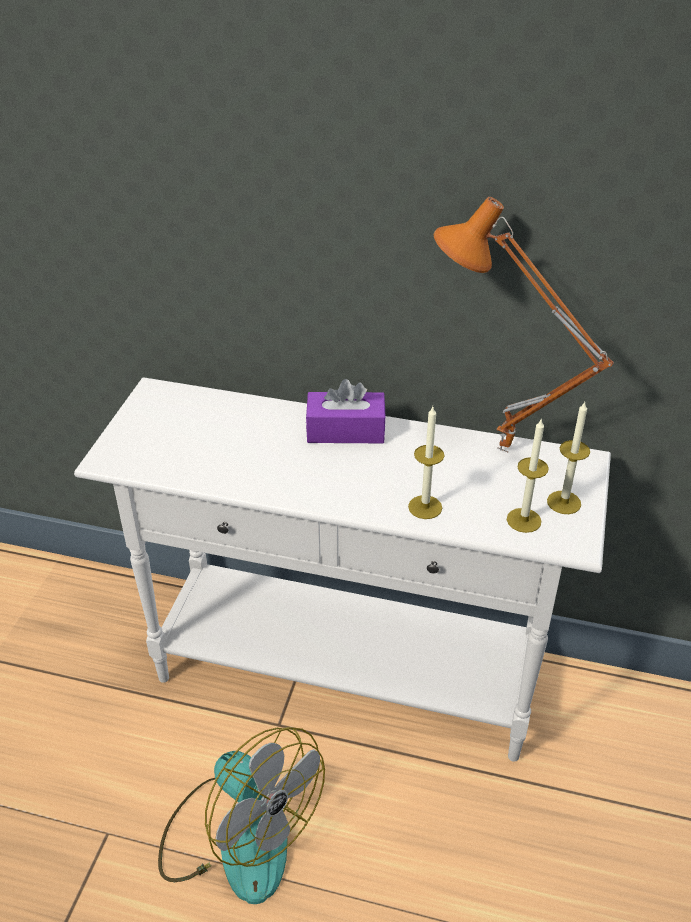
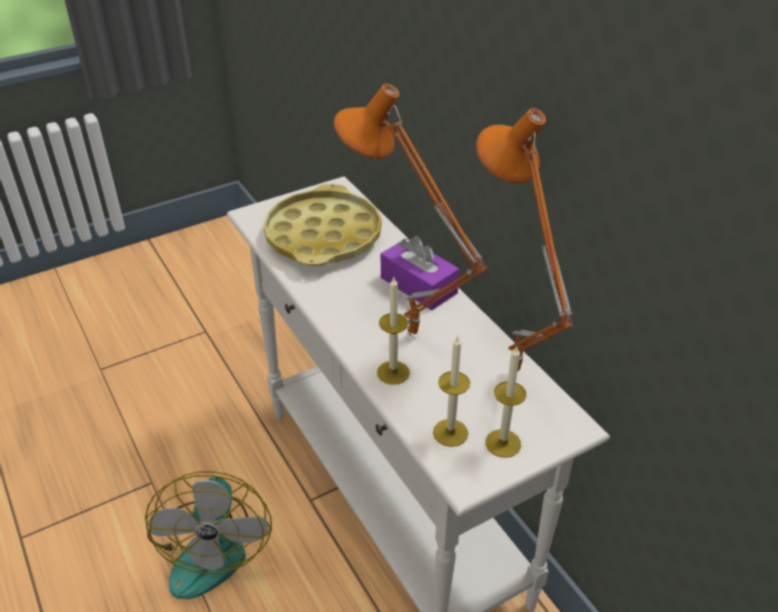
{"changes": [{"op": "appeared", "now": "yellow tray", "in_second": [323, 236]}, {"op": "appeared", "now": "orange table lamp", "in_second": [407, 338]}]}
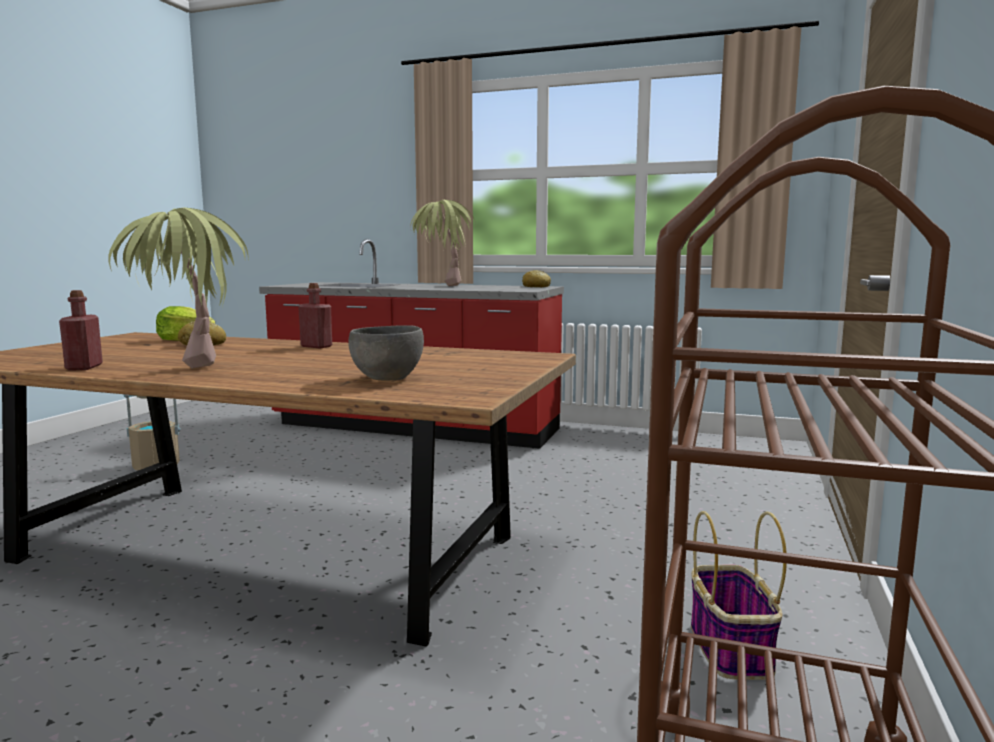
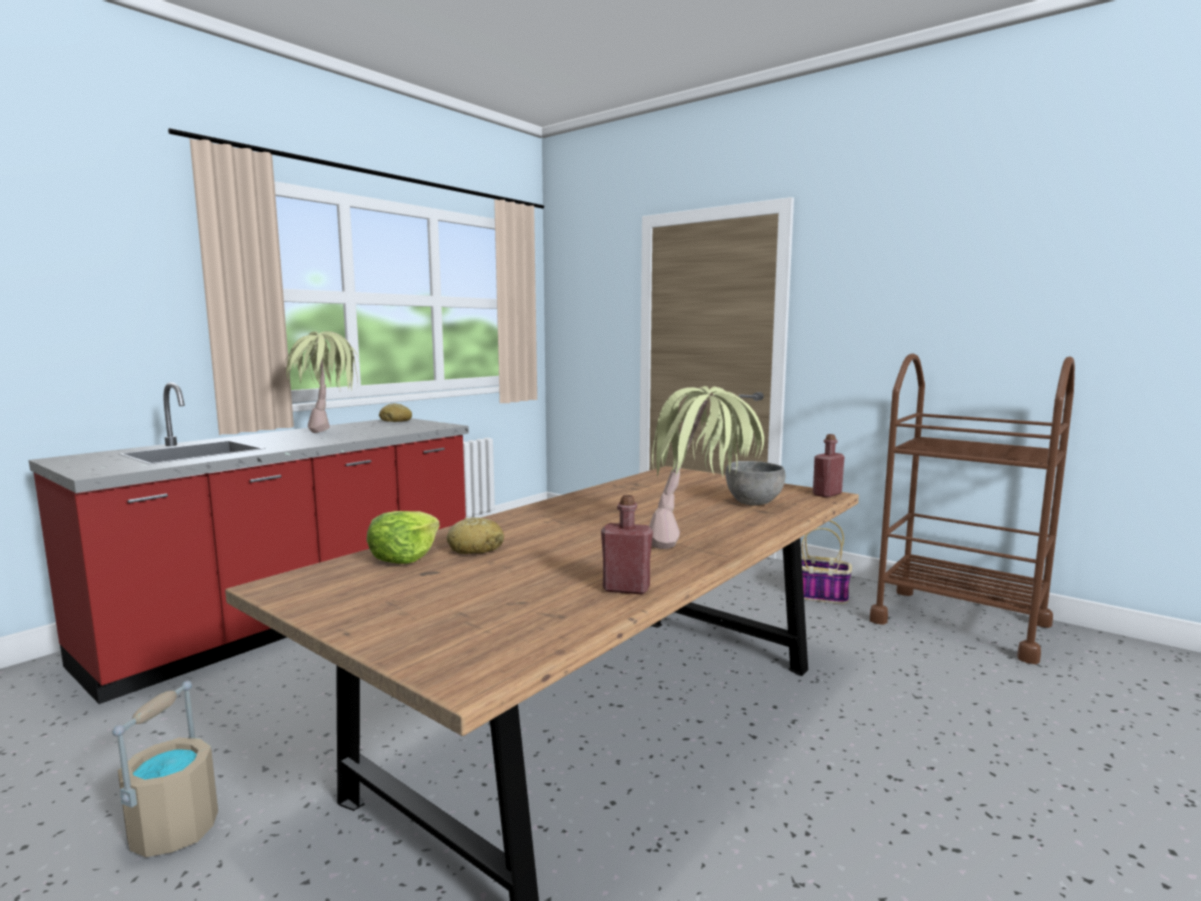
{"changes": [{"op": "relocated", "was": "red bottle", "in_first": [316, 346], "in_second": [827, 494]}]}
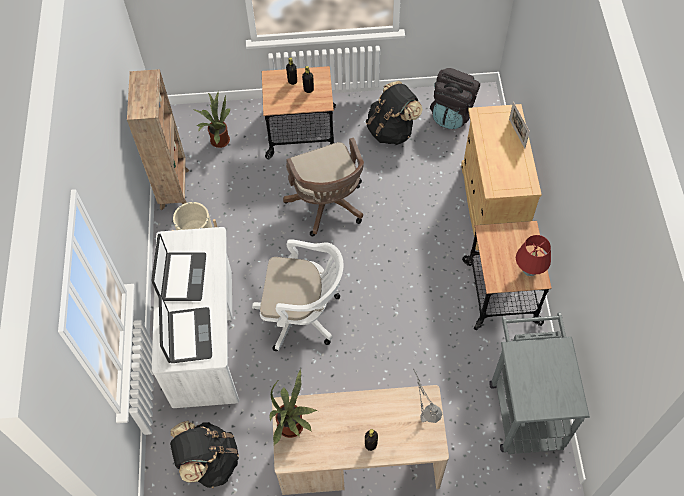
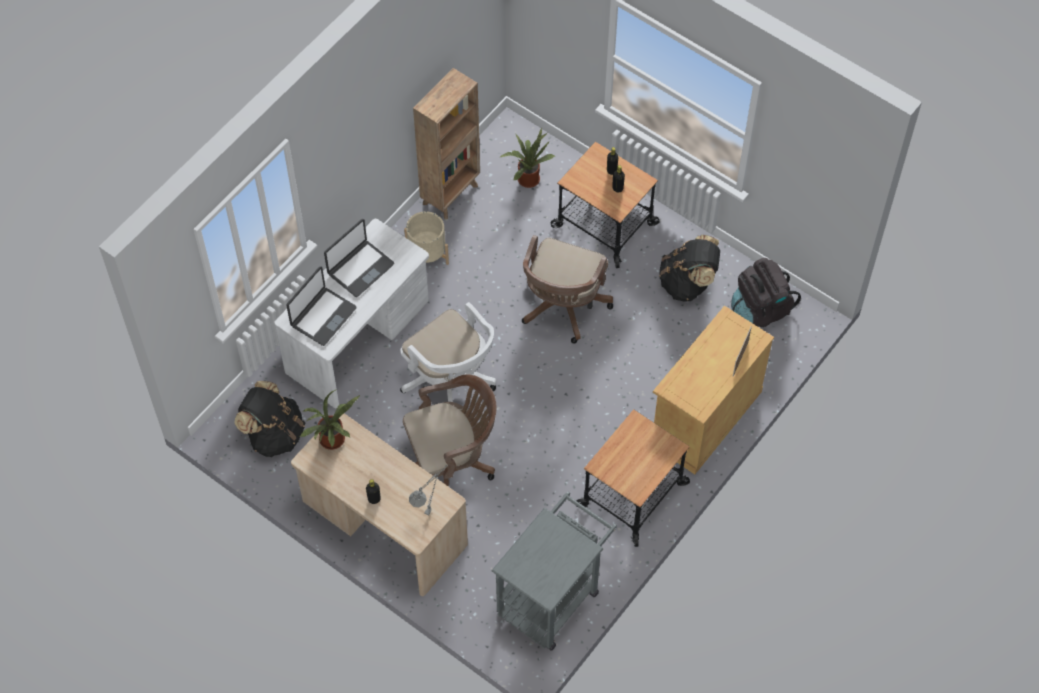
{"changes": [{"op": "missing", "was": "red table lamp", "in_first": [528, 271]}, {"op": "appeared", "now": "brown office chair", "in_second": [451, 462]}]}
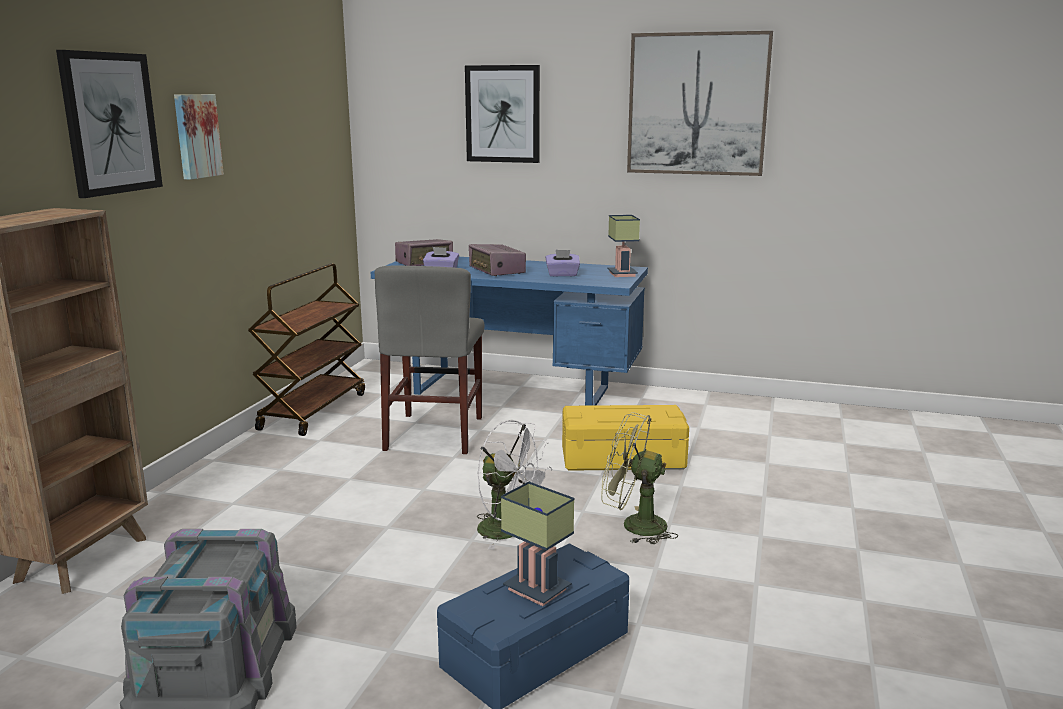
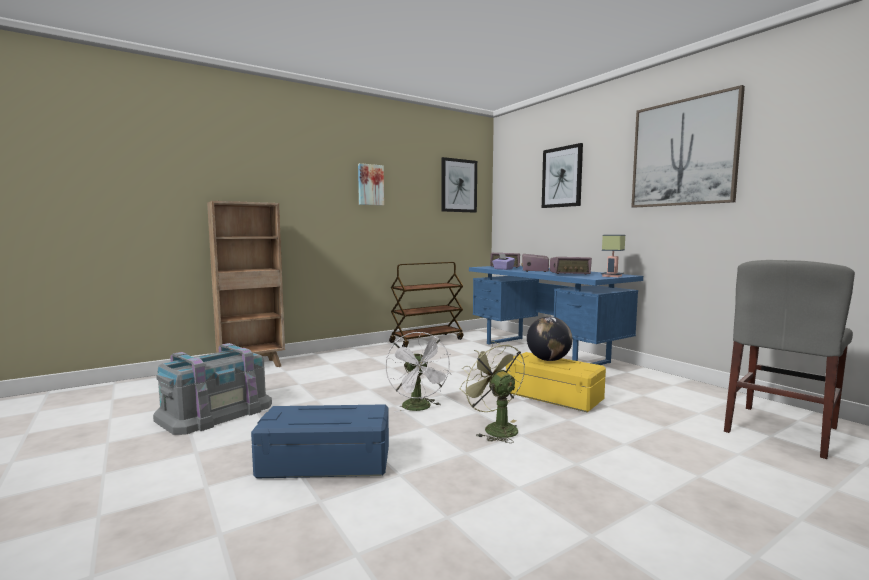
{"changes": [{"op": "relocated", "was": "picture", "in_first": [110, 123], "in_second": [458, 185]}, {"op": "relocated", "was": "grey chair", "in_first": [435, 433], "in_second": [781, 429]}, {"op": "missing", "was": "table lamp", "in_first": [540, 589]}, {"op": "exchanged", "was": "purple tissue box", "now": "radio", "in_first": [562, 275], "in_second": [569, 274]}, {"op": "appeared", "now": "globe", "in_second": [548, 360]}]}
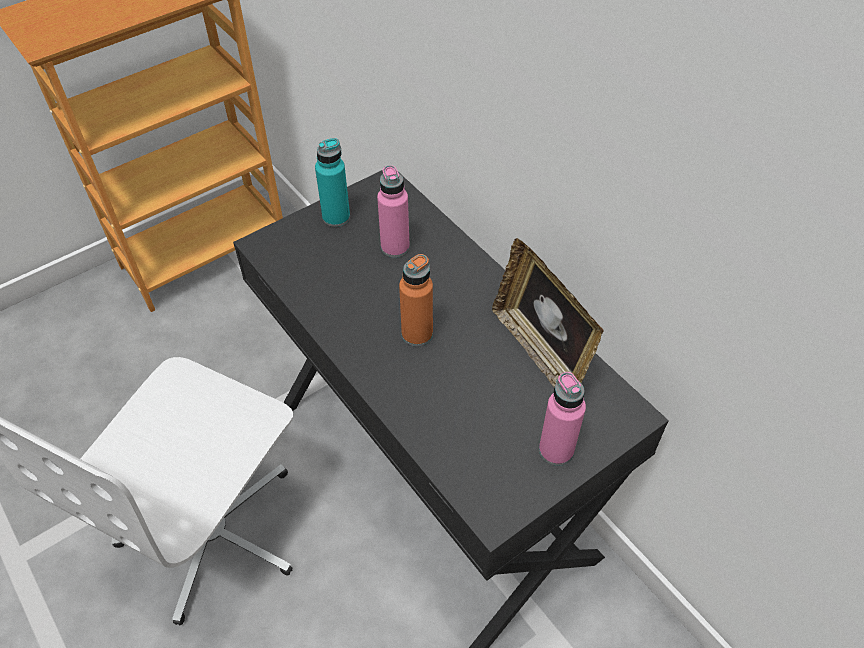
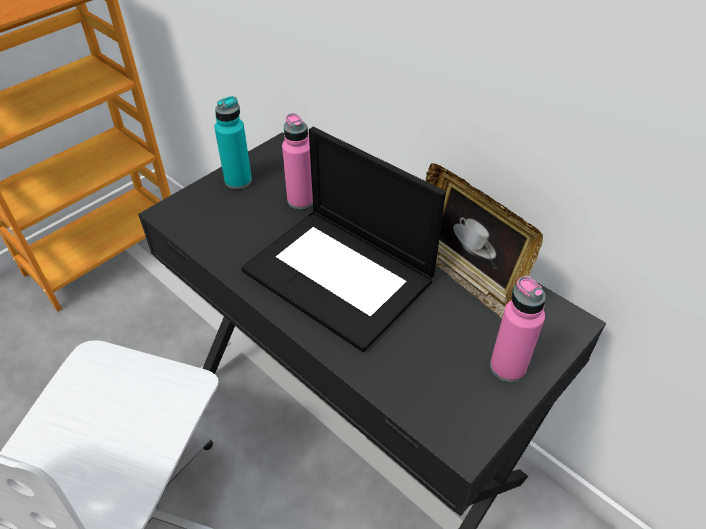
{"changes": [{"op": "exchanged", "was": "orange bottle", "now": "laptop", "in_first": [417, 334], "in_second": [340, 275]}]}
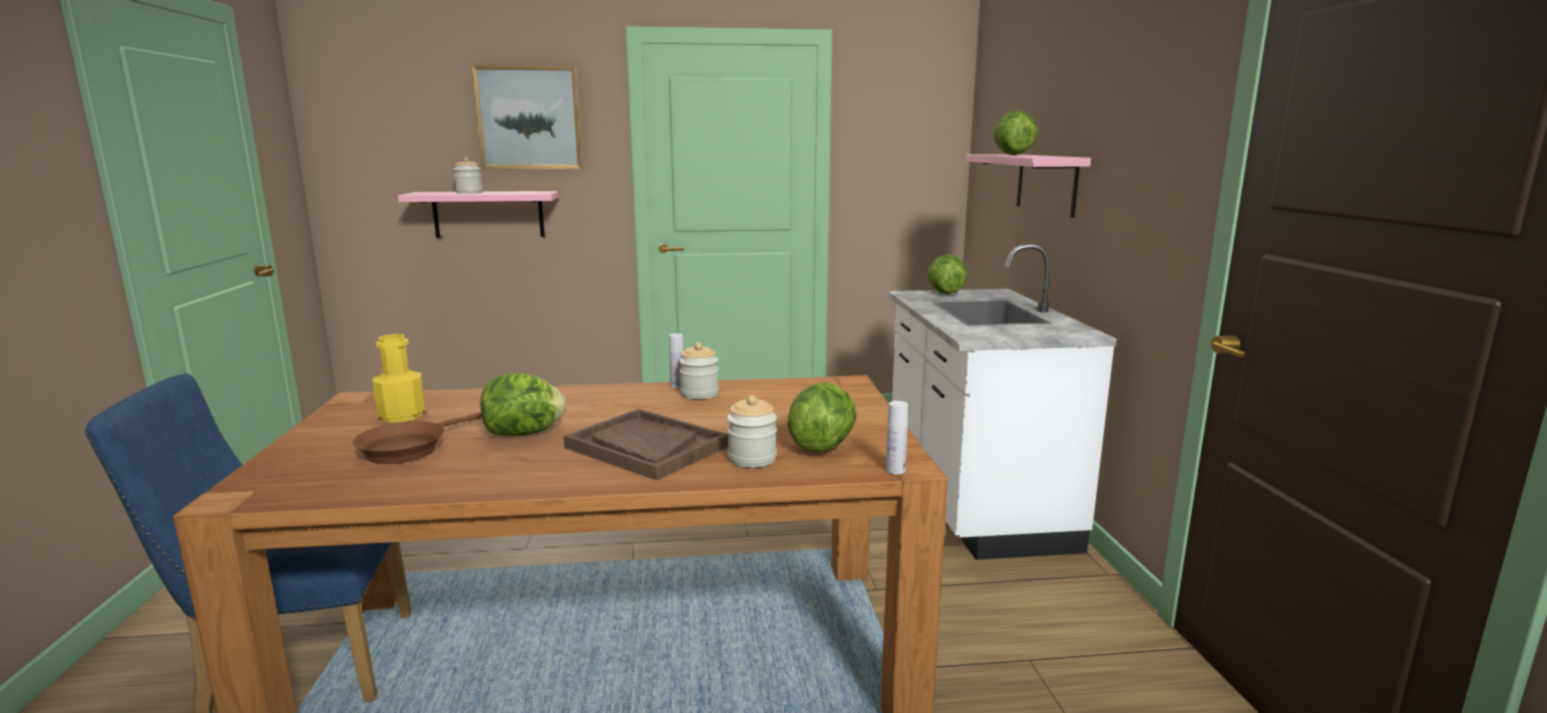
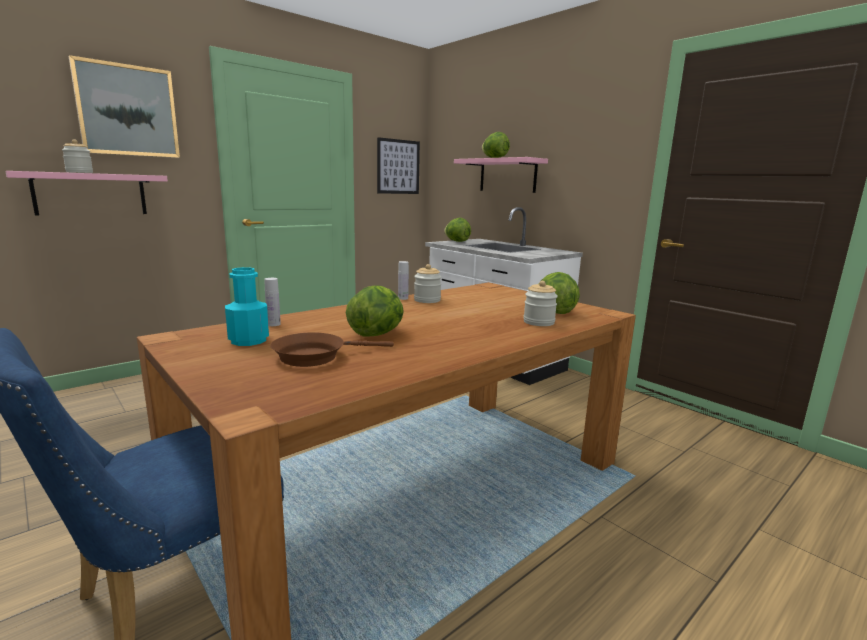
{"changes": [{"op": "spun", "was": "brown frying pan", "in_first": [408, 449], "in_second": [315, 356], "clockwise": 75}, {"op": "colour", "was": "yellow bottle", "now": "turquoise bottle", "in_first": [402, 416], "in_second": [248, 340]}, {"op": "missing", "was": "brown tray", "in_first": [646, 447]}, {"op": "relocated", "was": "white bottle", "in_first": [895, 470], "in_second": [273, 324]}, {"op": "appeared", "now": "picture", "in_second": [398, 167]}]}
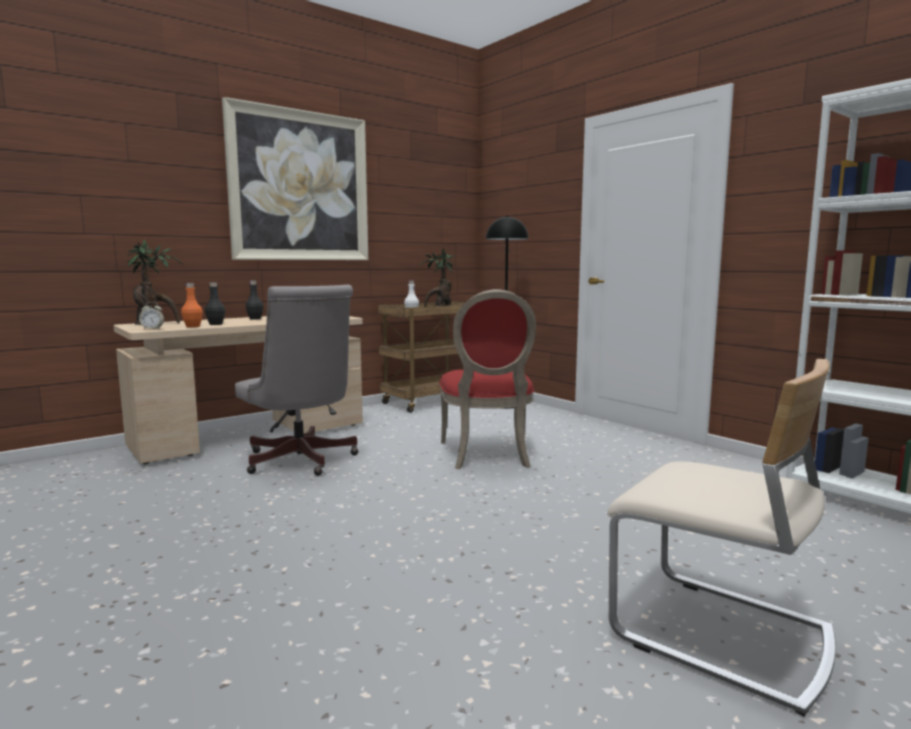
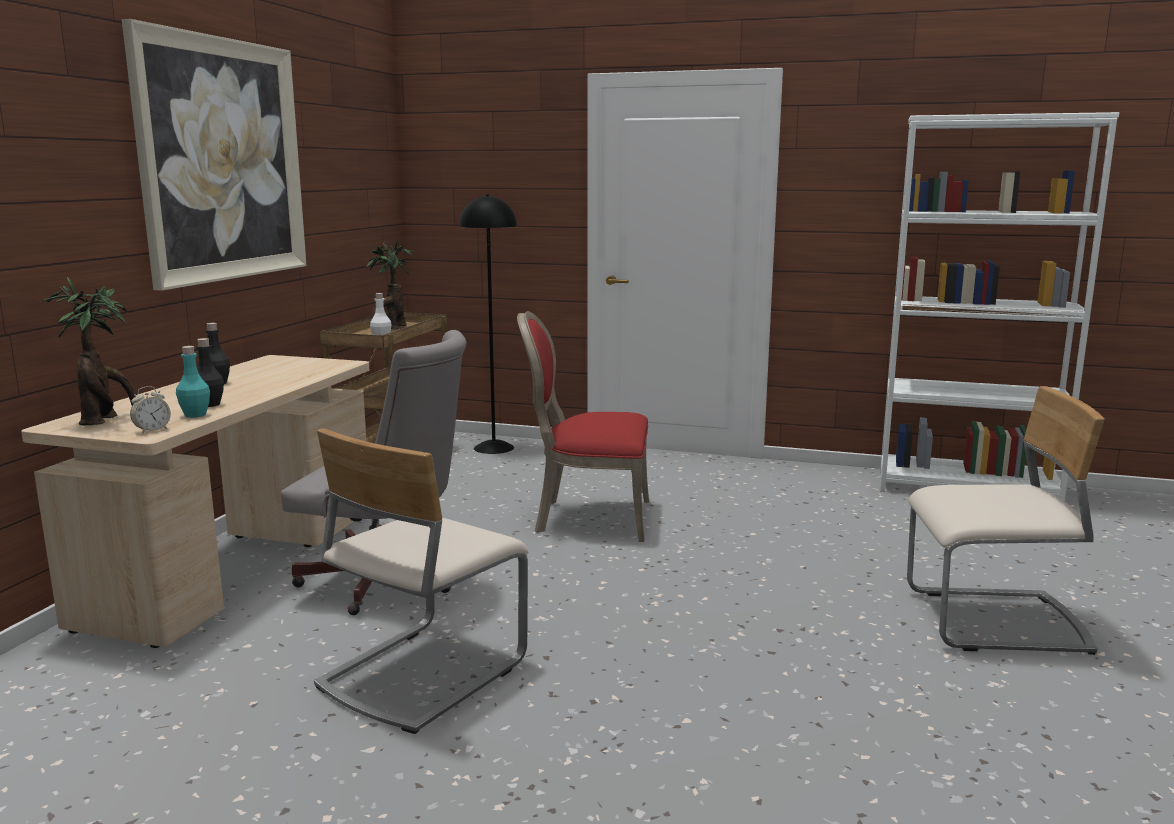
{"changes": [{"op": "colour", "was": "orange bottle", "now": "turquoise bottle", "in_first": [193, 326], "in_second": [195, 415]}, {"op": "spun", "was": "red chair", "in_first": [488, 455], "in_second": [588, 518], "clockwise": 135}, {"op": "appeared", "now": "beige chair", "in_second": [421, 673]}]}
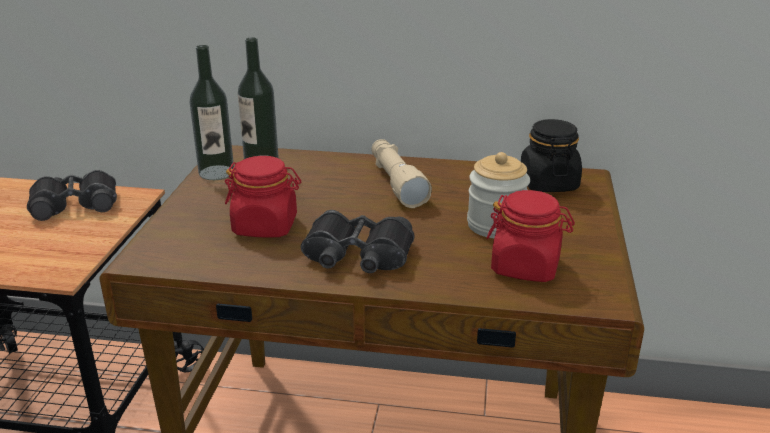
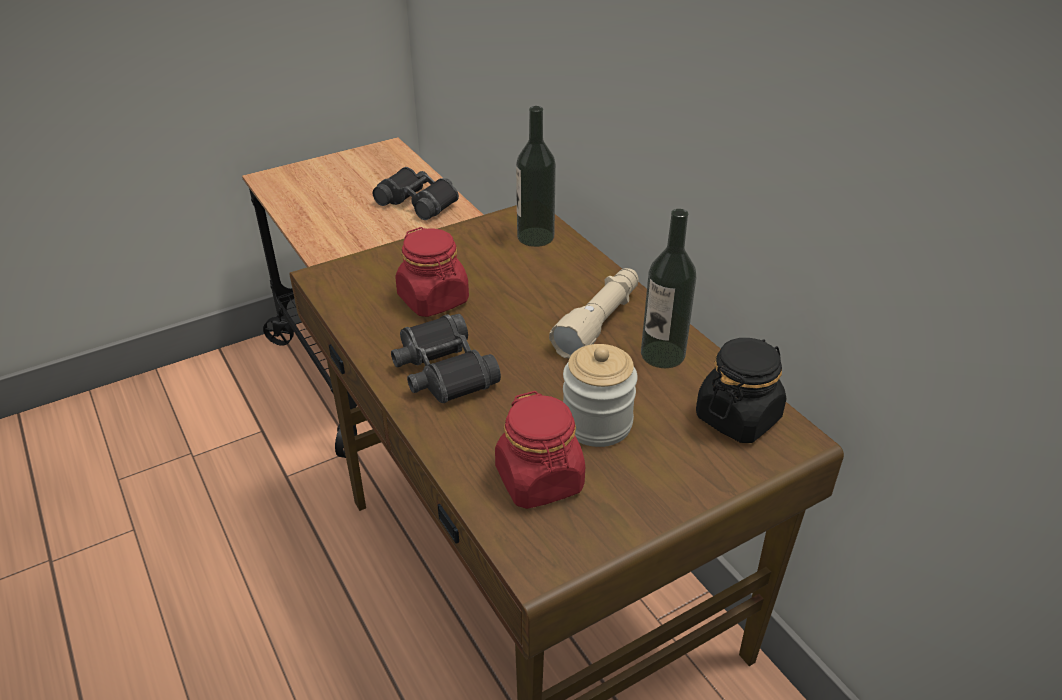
{"changes": [{"op": "relocated", "was": "bottle", "in_first": [216, 172], "in_second": [662, 354]}]}
